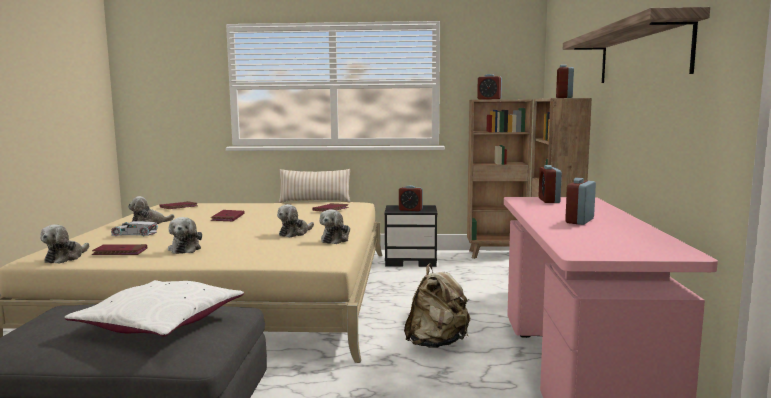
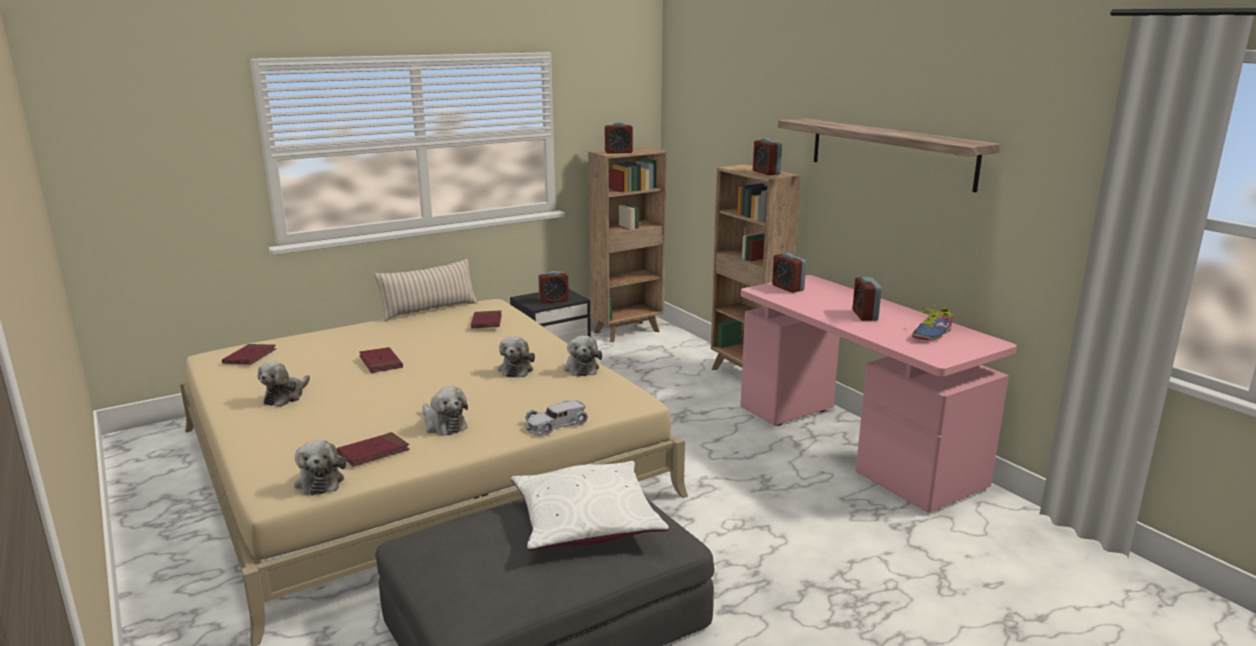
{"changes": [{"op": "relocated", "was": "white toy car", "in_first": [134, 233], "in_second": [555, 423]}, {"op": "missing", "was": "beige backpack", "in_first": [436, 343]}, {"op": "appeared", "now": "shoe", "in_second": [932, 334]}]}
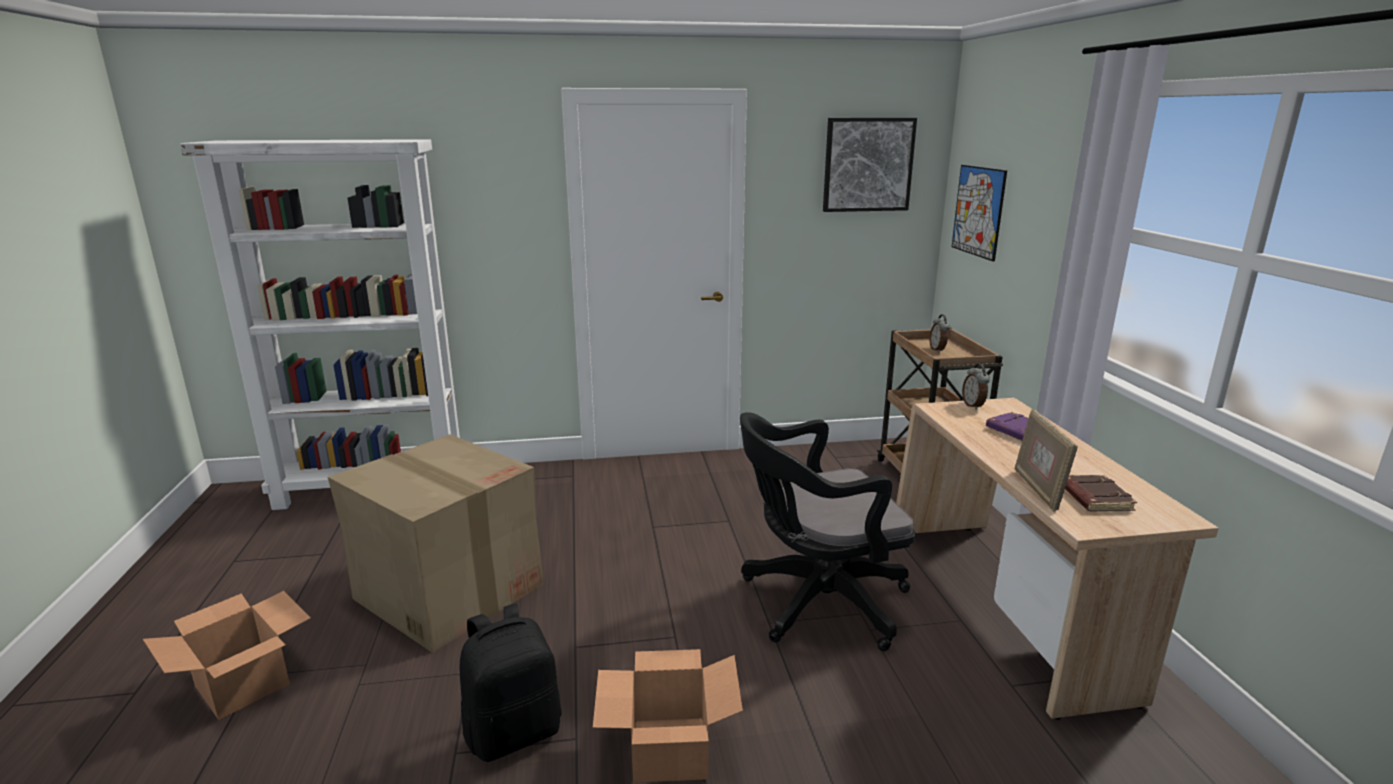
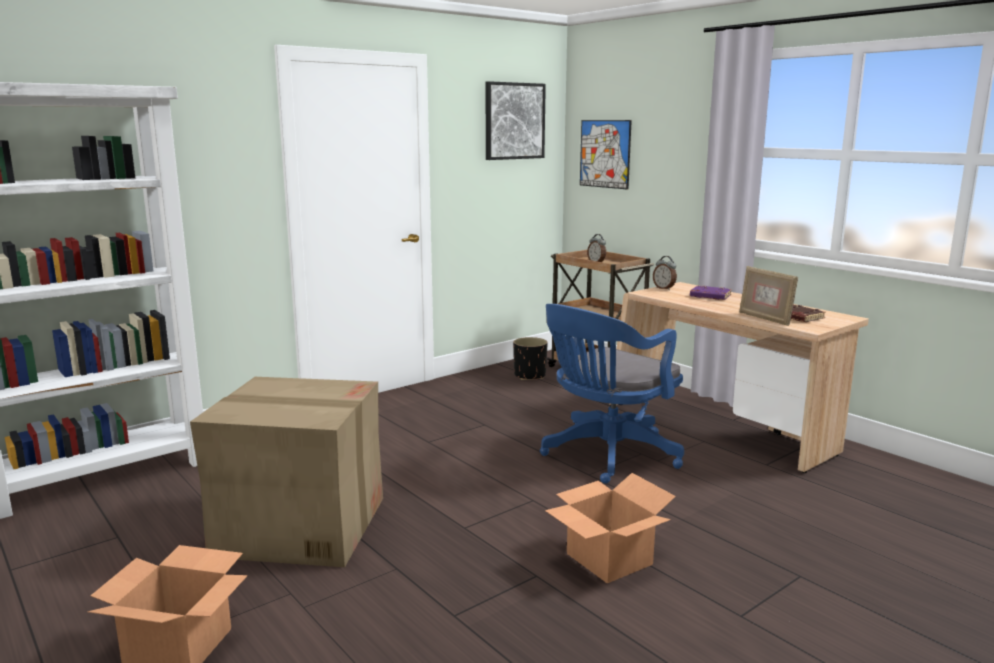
{"changes": [{"op": "missing", "was": "black backpack", "in_first": [514, 731]}, {"op": "colour", "was": "black office chair", "now": "blue office chair", "in_first": [816, 602], "in_second": [606, 455]}, {"op": "appeared", "now": "black planter", "in_second": [530, 375]}]}
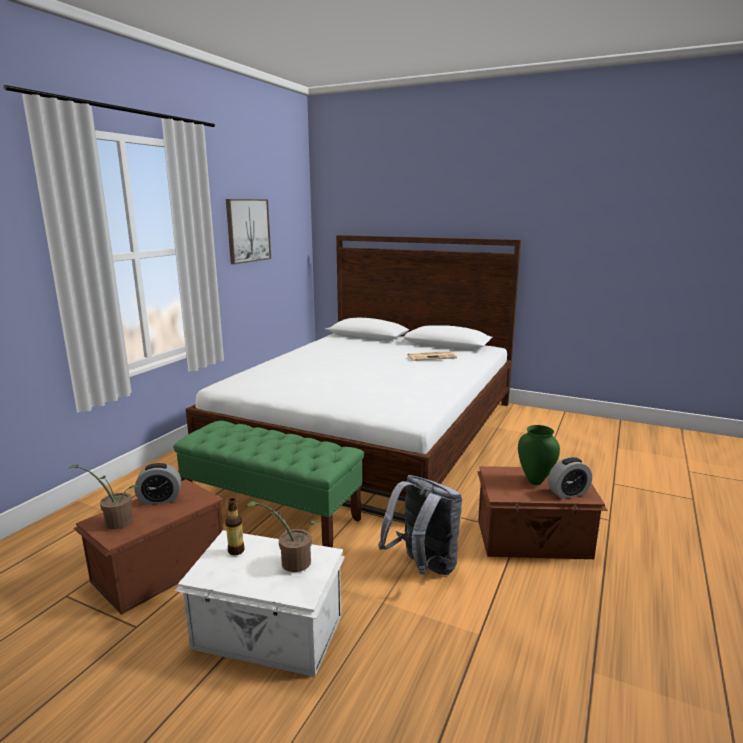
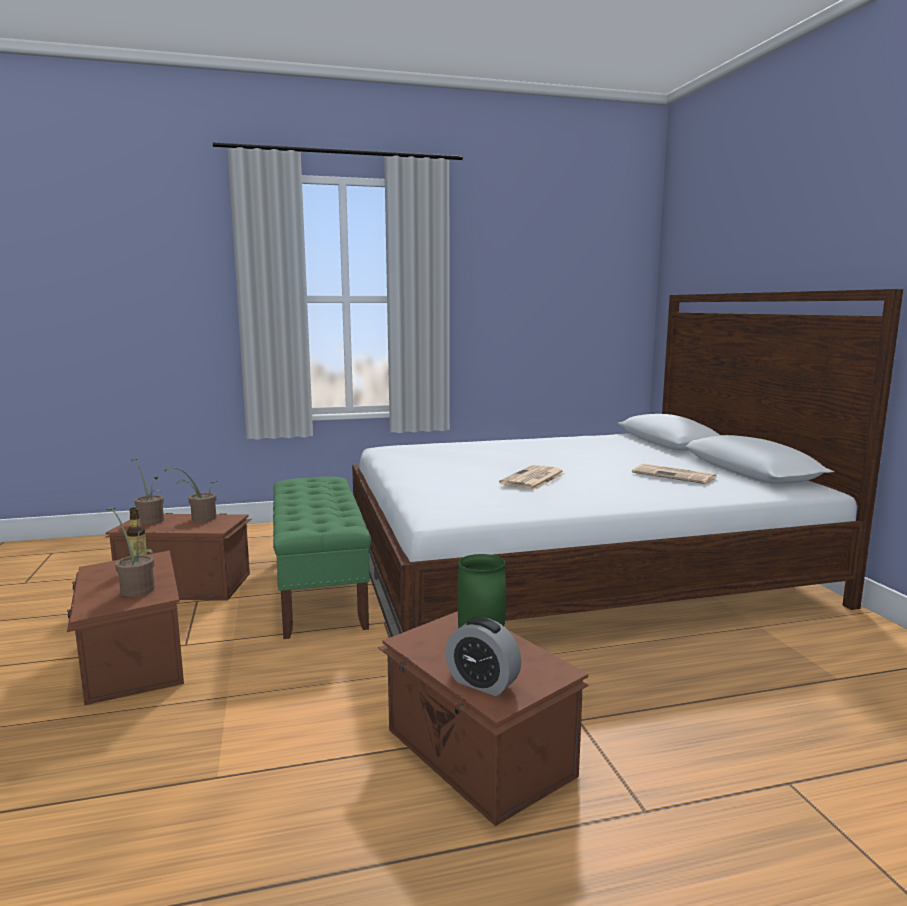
{"changes": [{"op": "exchanged", "was": "alarm clock", "now": "potted plant", "in_first": [160, 499], "in_second": [200, 518]}, {"op": "colour", "was": "white storage box", "now": "brown storage box", "in_first": [268, 634], "in_second": [131, 661]}, {"op": "missing", "was": "picture", "in_first": [248, 230]}, {"op": "missing", "was": "grey backpack", "in_first": [423, 567]}, {"op": "appeared", "now": "newspaper", "in_second": [533, 479]}]}
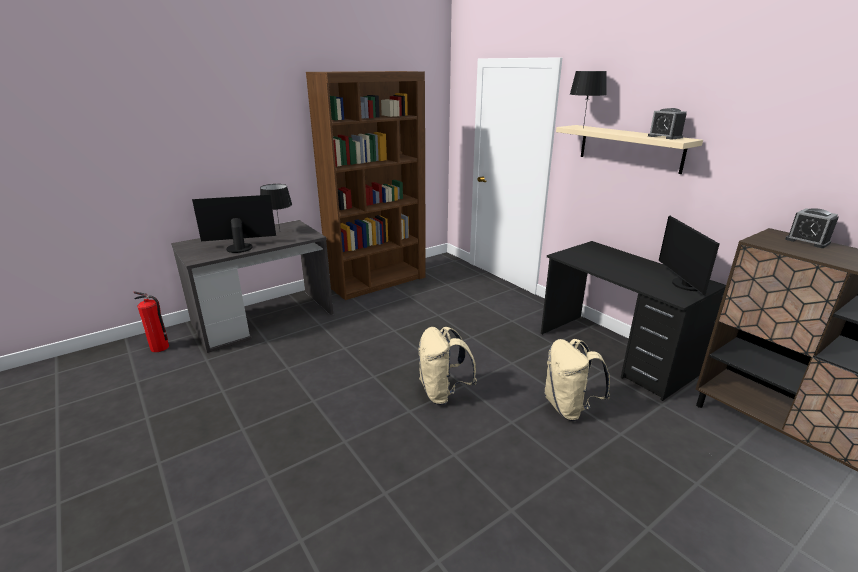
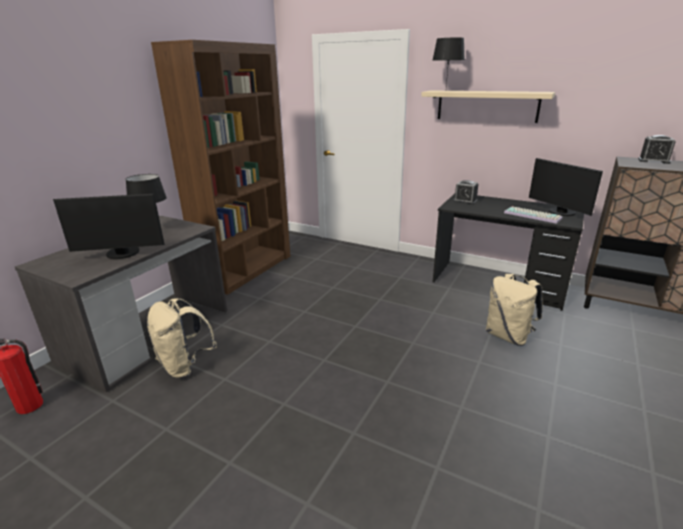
{"changes": [{"op": "spun", "was": "monitor", "in_first": [239, 247], "in_second": [122, 254], "clockwise": -150}, {"op": "relocated", "was": "beige backpack", "in_first": [443, 393], "in_second": [185, 366]}, {"op": "relocated", "was": "alarm clock", "in_first": [664, 137], "in_second": [465, 201]}, {"op": "appeared", "now": "keyboard", "in_second": [533, 215]}]}
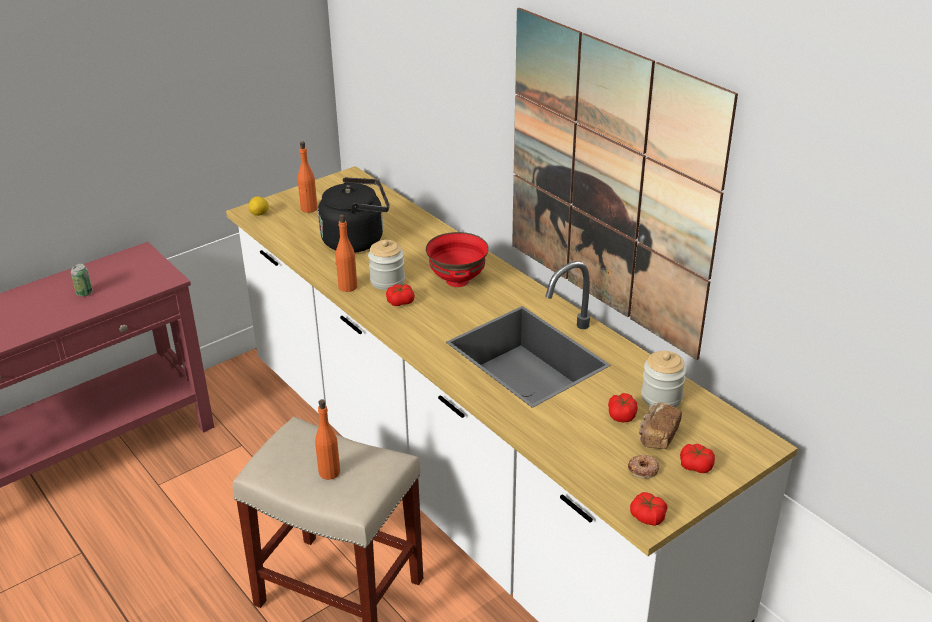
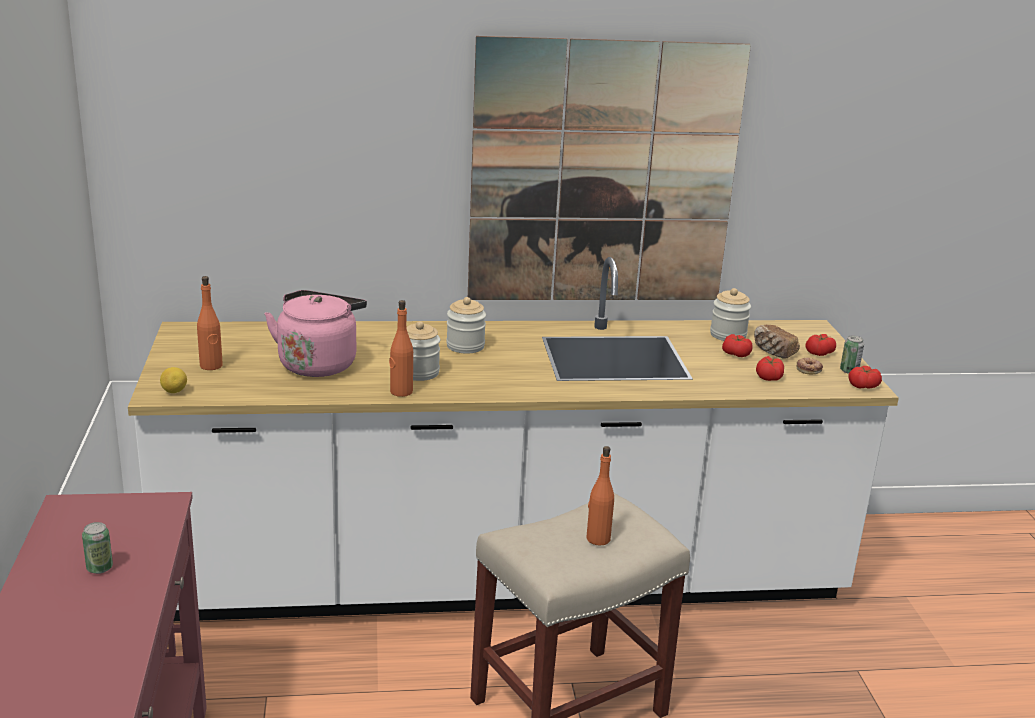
{"changes": [{"op": "colour", "was": "black kettle", "now": "pink kettle", "in_first": [357, 240], "in_second": [319, 363]}, {"op": "relocated", "was": "tomato", "in_first": [400, 301], "in_second": [768, 377]}, {"op": "exchanged", "was": "red bowl", "now": "jar", "in_first": [458, 281], "in_second": [465, 346]}, {"op": "appeared", "now": "can", "in_second": [849, 371]}]}
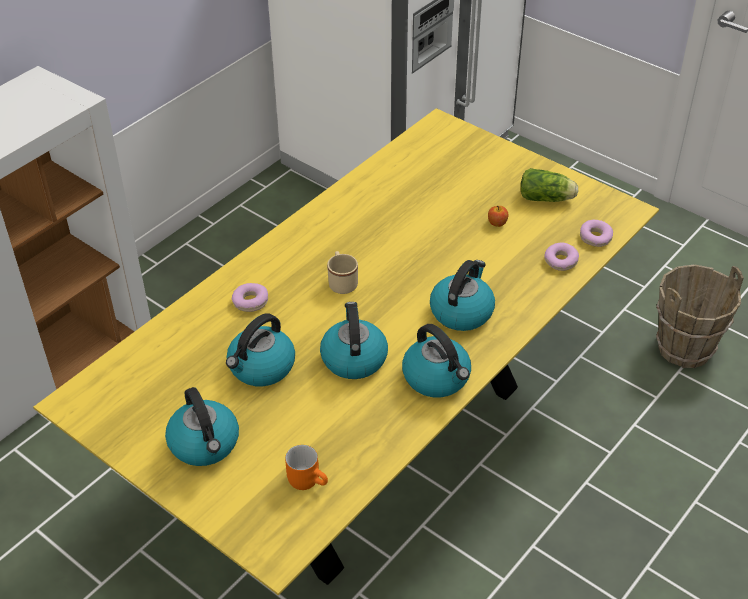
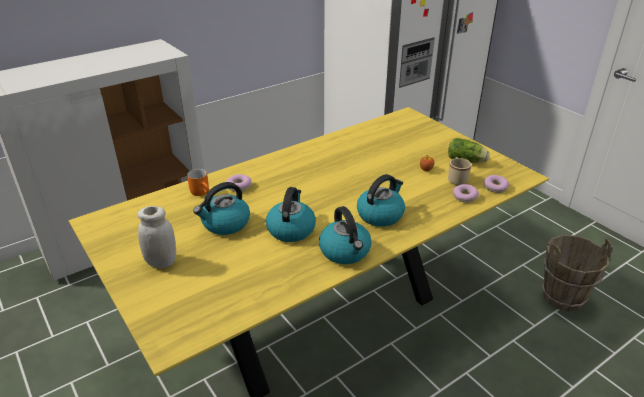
{"changes": [{"op": "exchanged", "was": "kettle", "now": "white jar", "in_first": [205, 444], "in_second": [161, 262]}, {"op": "relocated", "was": "orange mug", "in_first": [309, 480], "in_second": [202, 192]}, {"op": "relocated", "was": "beige mug", "in_first": [342, 282], "in_second": [457, 179]}]}
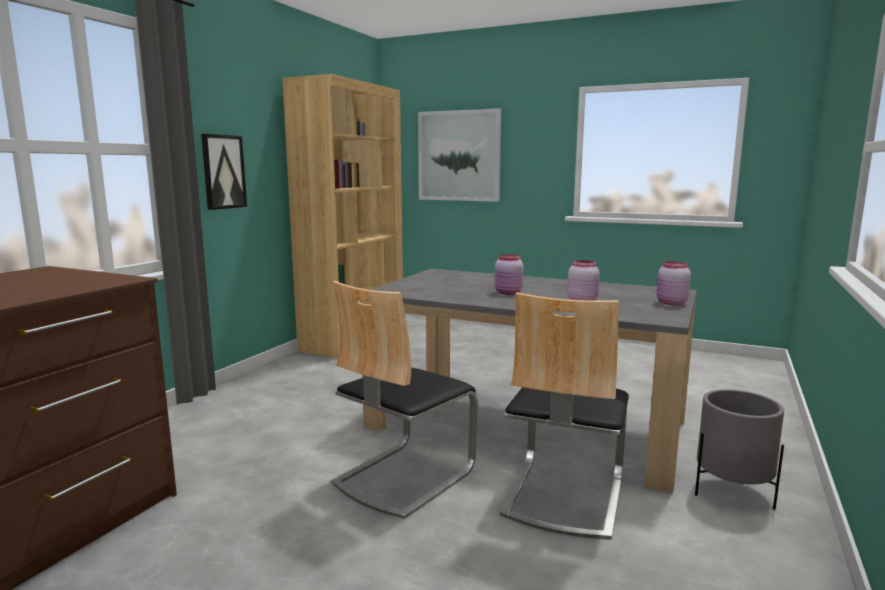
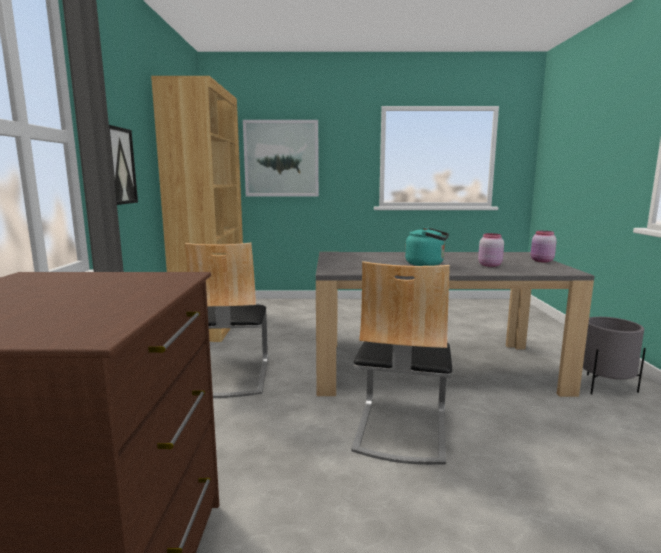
{"changes": [{"op": "exchanged", "was": "pink jar", "now": "turquoise kettle", "in_first": [508, 293], "in_second": [427, 264]}, {"op": "relocated", "was": "chair", "in_first": [563, 495], "in_second": [230, 377]}]}
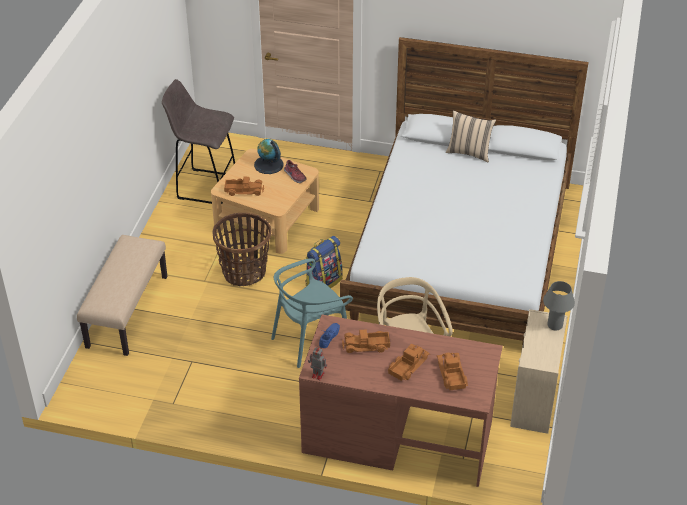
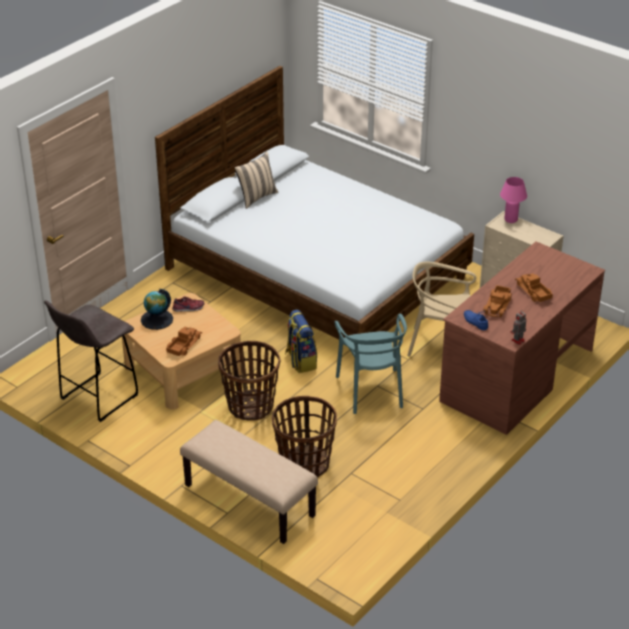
{"changes": [{"op": "missing", "was": "toy truck", "in_first": [451, 375]}, {"op": "colour", "was": "grey table lamp", "now": "pink table lamp", "in_first": [555, 325], "in_second": [511, 220]}, {"op": "appeared", "now": "basket", "in_second": [304, 464]}]}
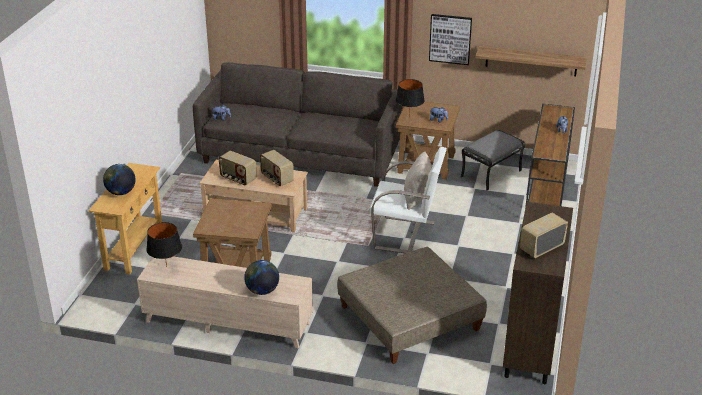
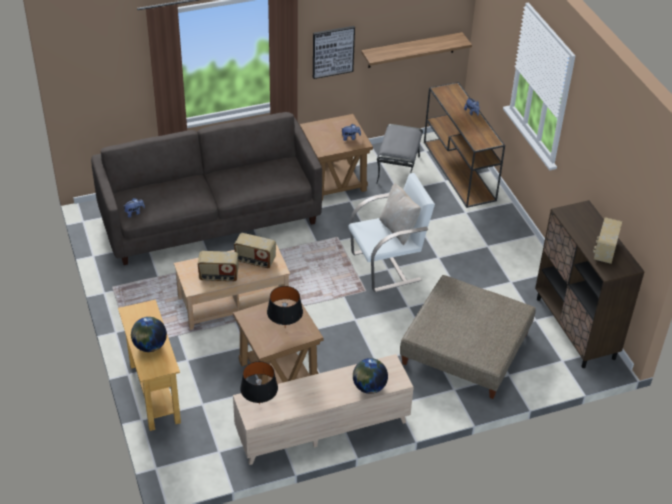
{"changes": [{"op": "relocated", "was": "black table lamp", "in_first": [409, 117], "in_second": [285, 328]}]}
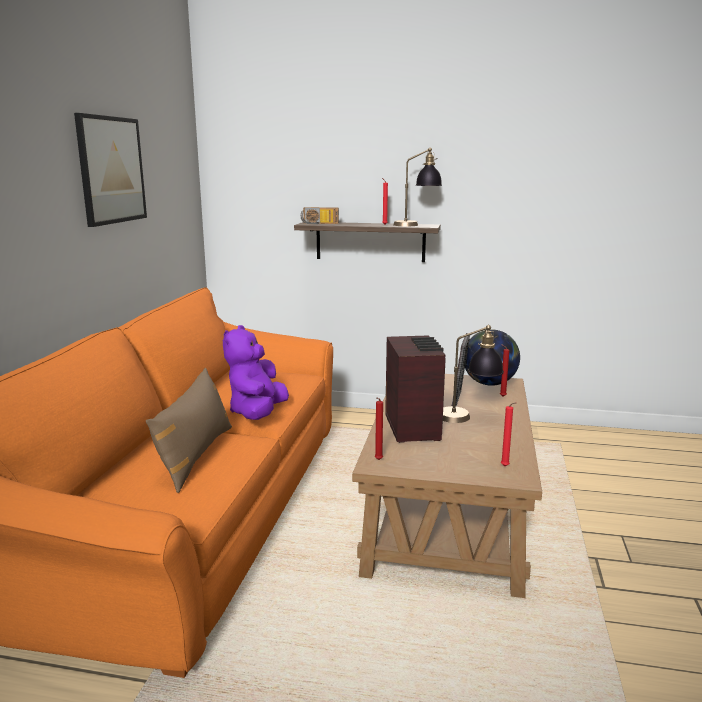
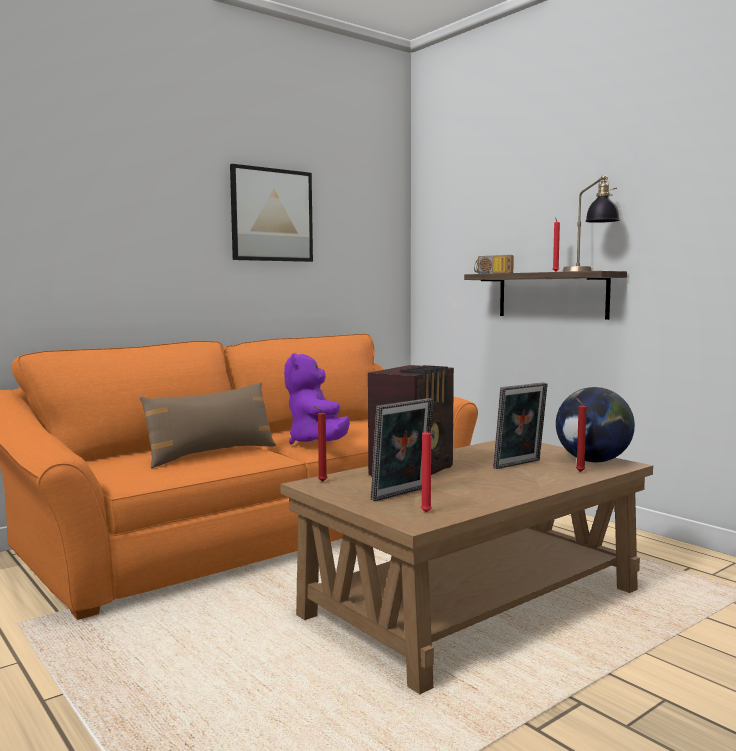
{"changes": [{"op": "spun", "was": "purple plush toy", "in_first": [257, 413], "in_second": [317, 443], "clockwise": -60}, {"op": "missing", "was": "table lamp", "in_first": [468, 418]}, {"op": "appeared", "now": "picture frame", "in_second": [402, 495]}]}
